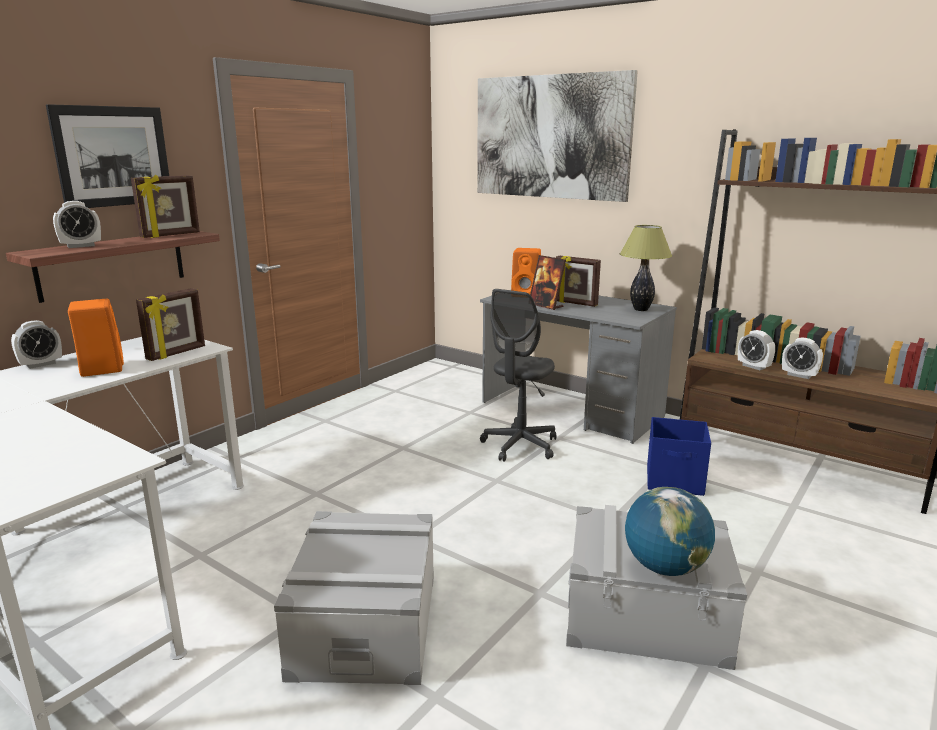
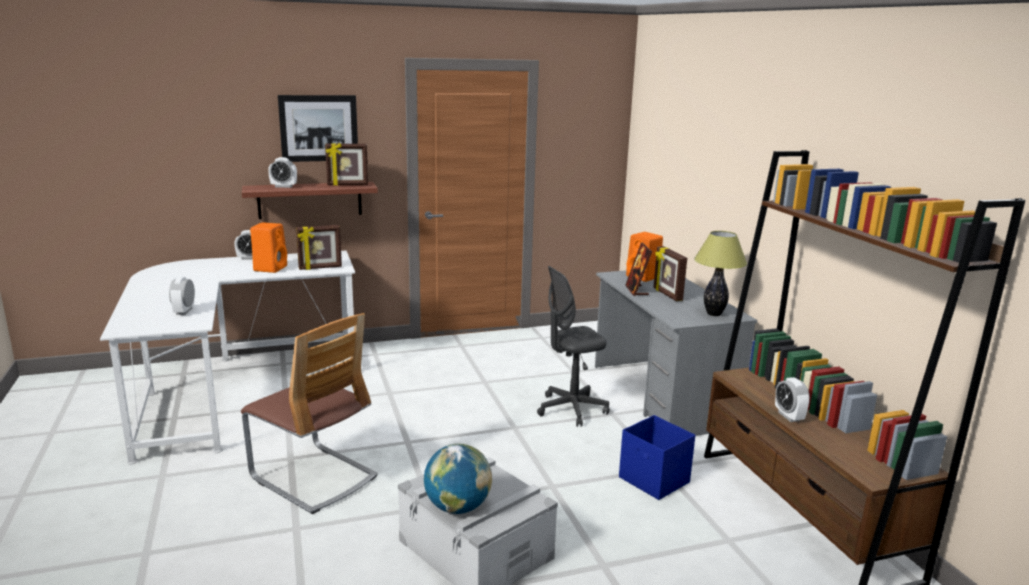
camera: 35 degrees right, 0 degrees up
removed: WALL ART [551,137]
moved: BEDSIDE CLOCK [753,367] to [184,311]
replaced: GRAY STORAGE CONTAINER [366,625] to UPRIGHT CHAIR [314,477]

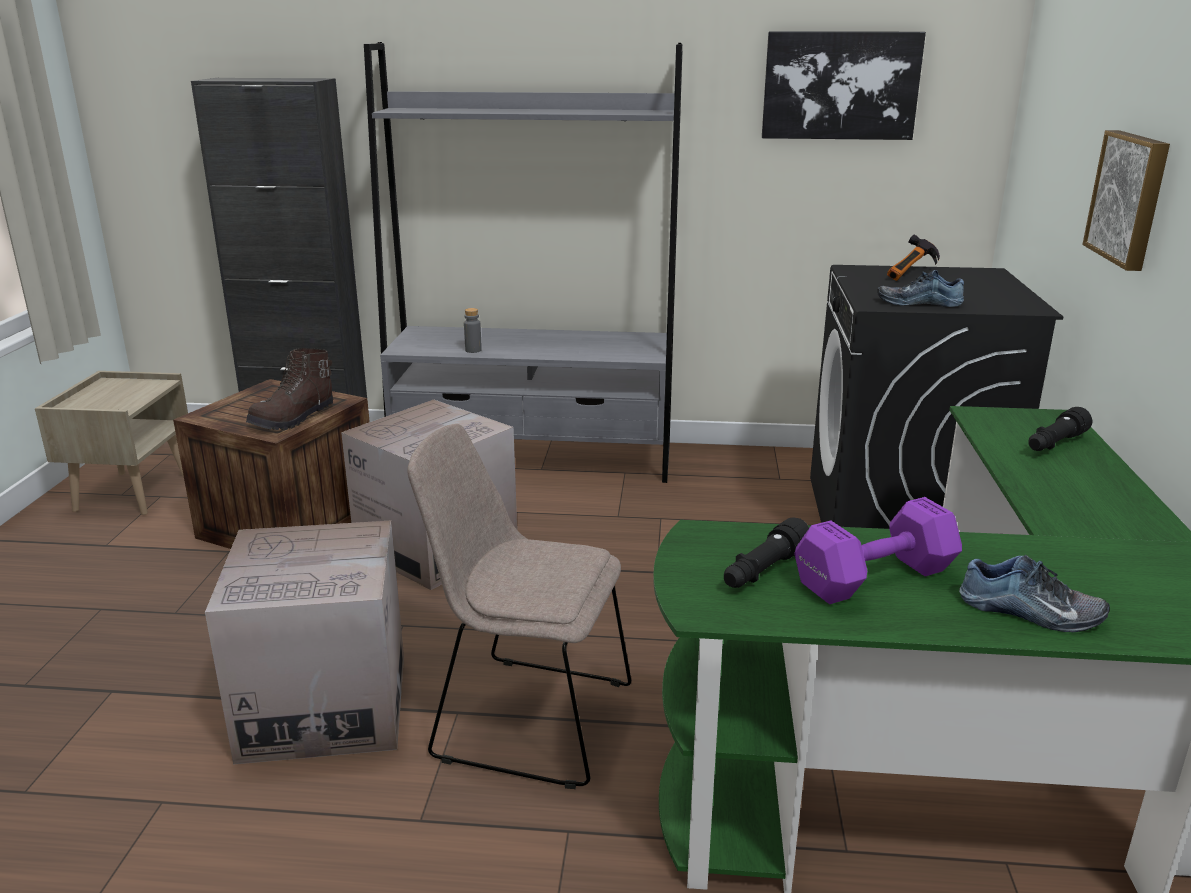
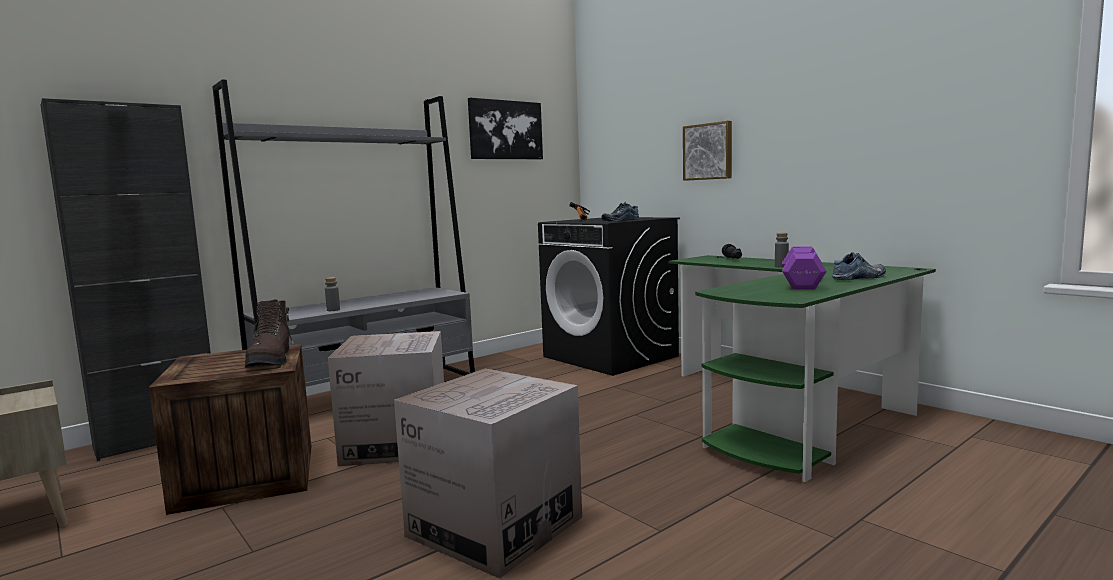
camera: 45 degrees left, 15 degrees down
removed: BEIGE UPRIGHT CHAIR [526,718]; BLACKISH FLASHLIGHT [764,570]
added: GRAY DRINK BOTTLE [781,266]

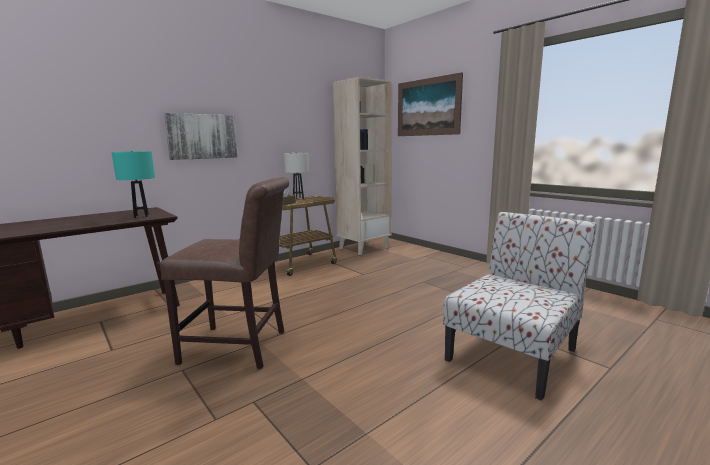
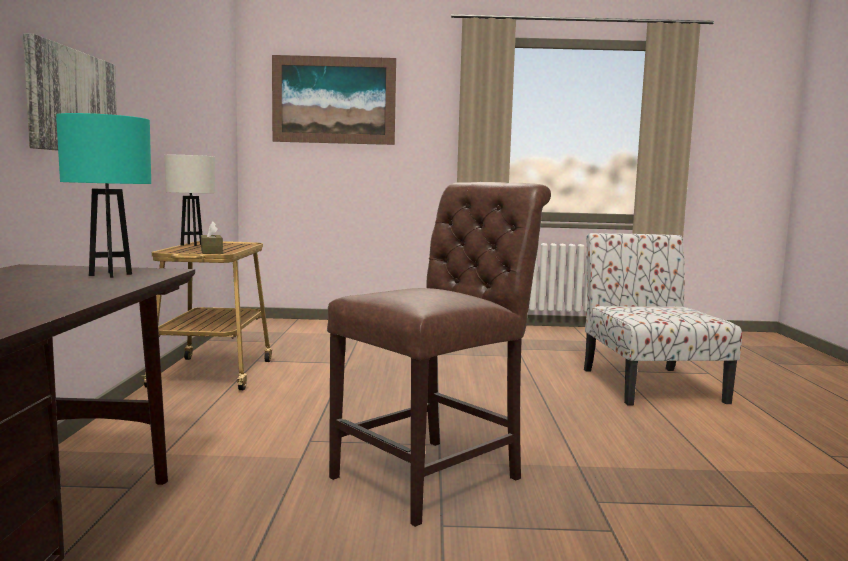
camera: 50 degrees left, 5 degrees down
removed: BEIGE BOOKCASE [364,247]

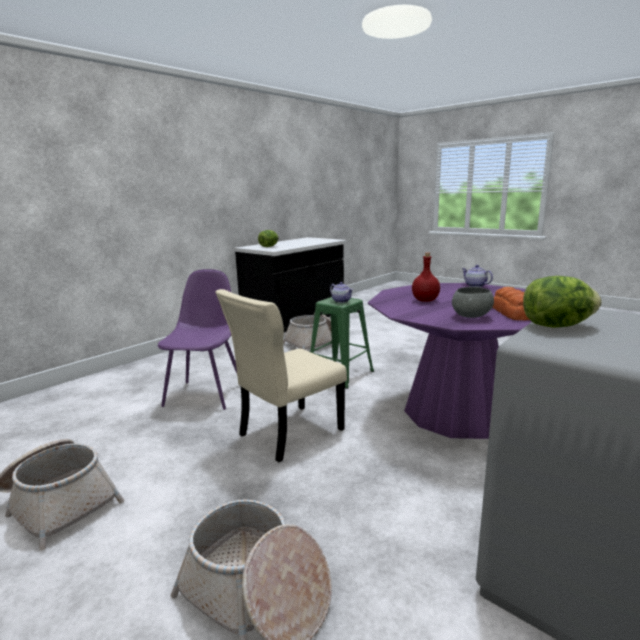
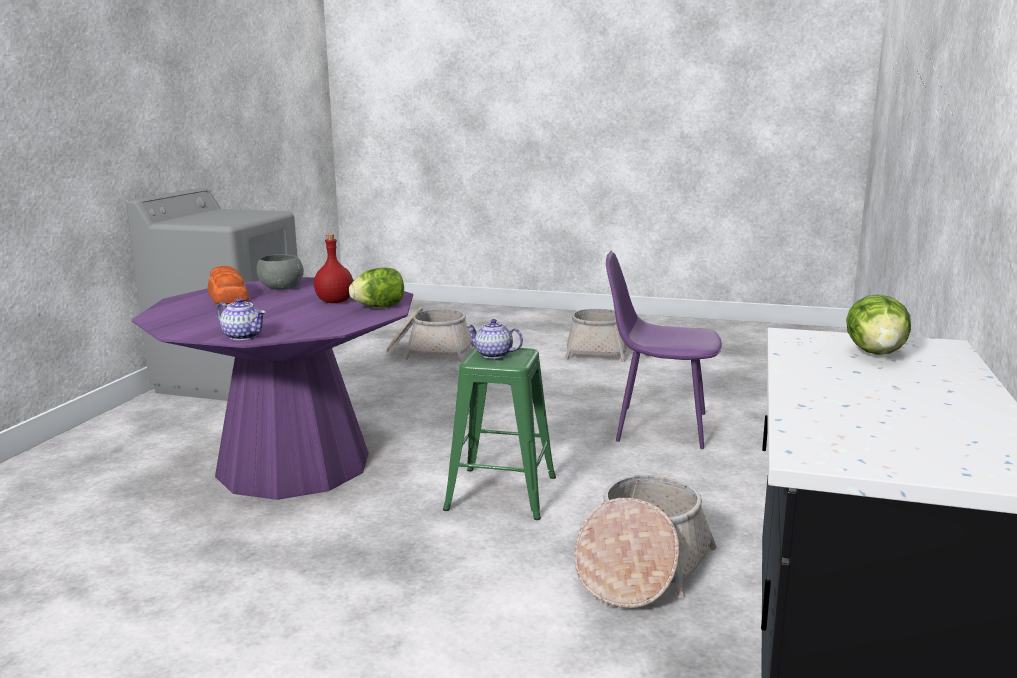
camera: 155 degrees right, 0 degrees up
removed: BEIGE UPRIGHT CHAIR [287,433]
moved: HEAD OF LETTUCE [556,326] to [379,307]
turned: PURPLE-COLOURED UPRIGHT CHAIR [205,394] = [658,427] 120 degrees clockwise

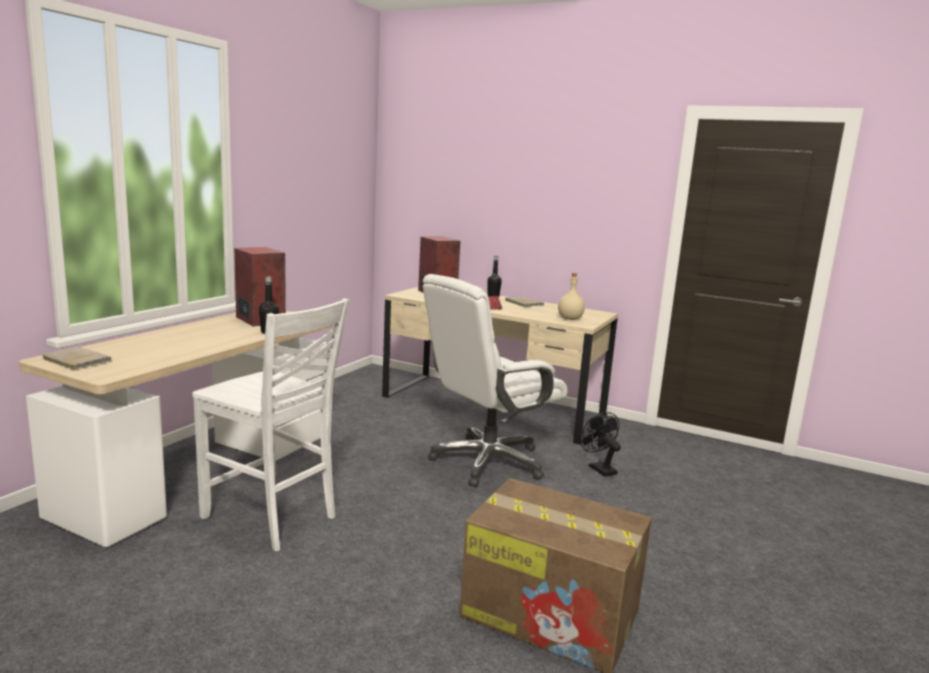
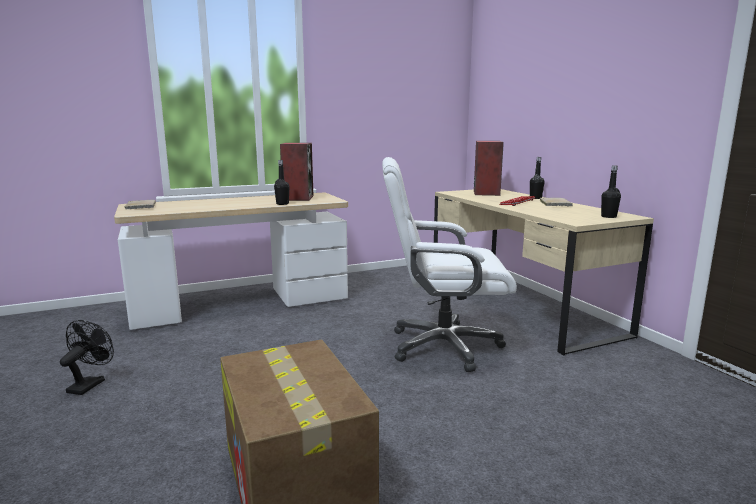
camera: 40 degrees right, 0 degrees up
removed: WHITE UPRIGHT CHAIR [272,518]; BEIGE DRINK BOTTLE [569,319]
added: BLACKISH DRINK BOTTLE [608,216]
moved: BLACKISH COOLING FAN [599,468] to [90,384]

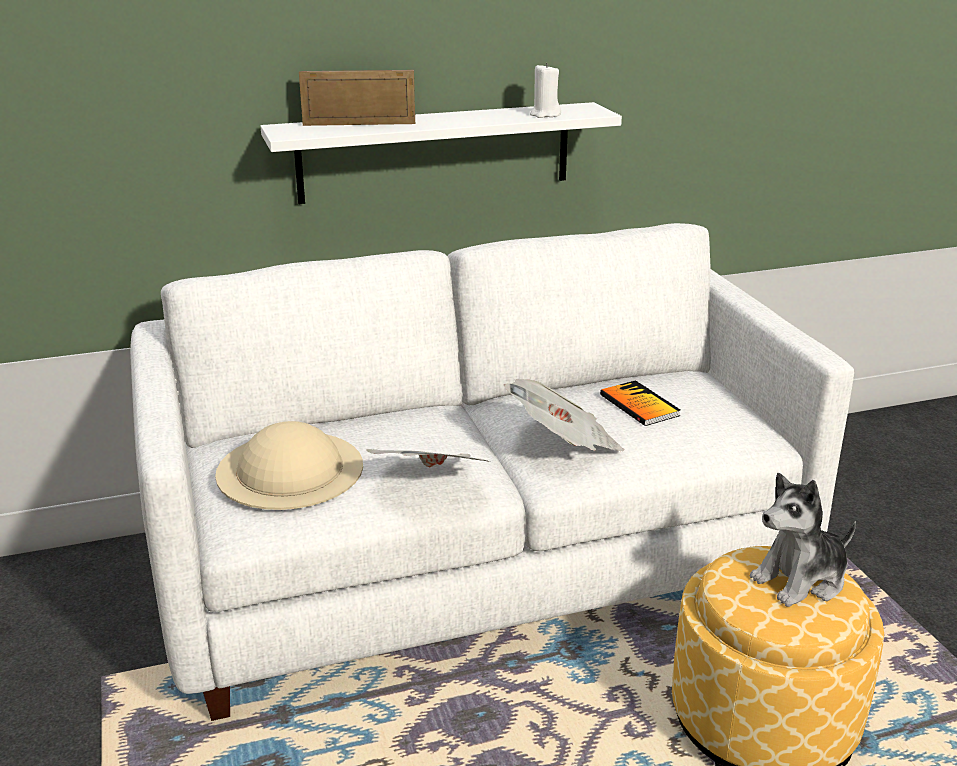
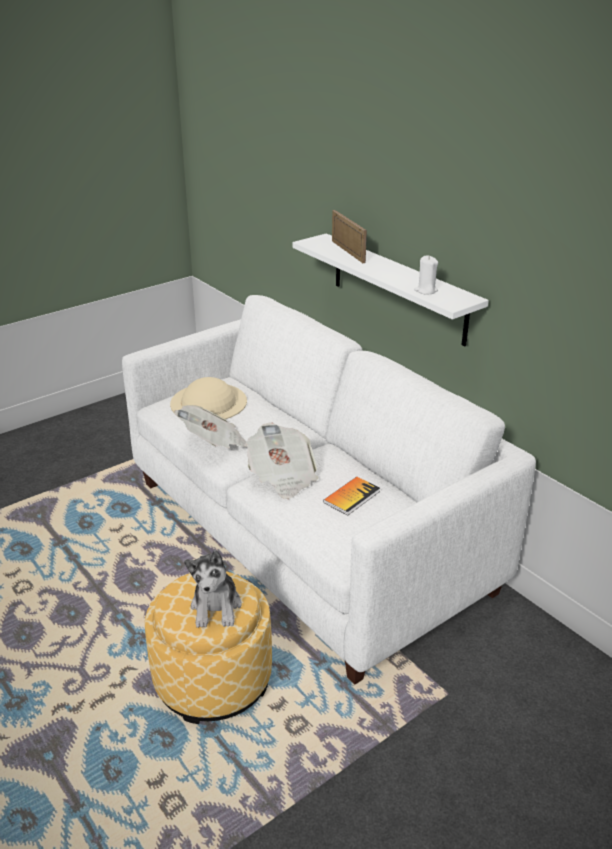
camera: 70 degrees right, 5 degrees up
turned: PLUSH TOY [801,580] = [216,607] 135 degrees counterclockwise

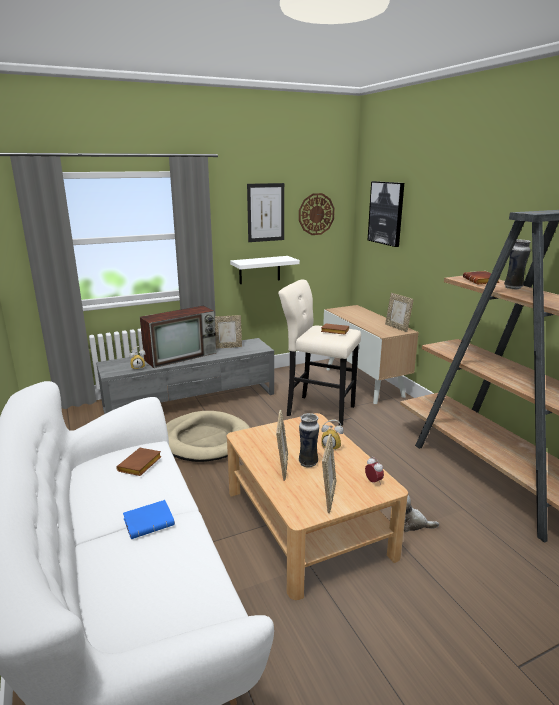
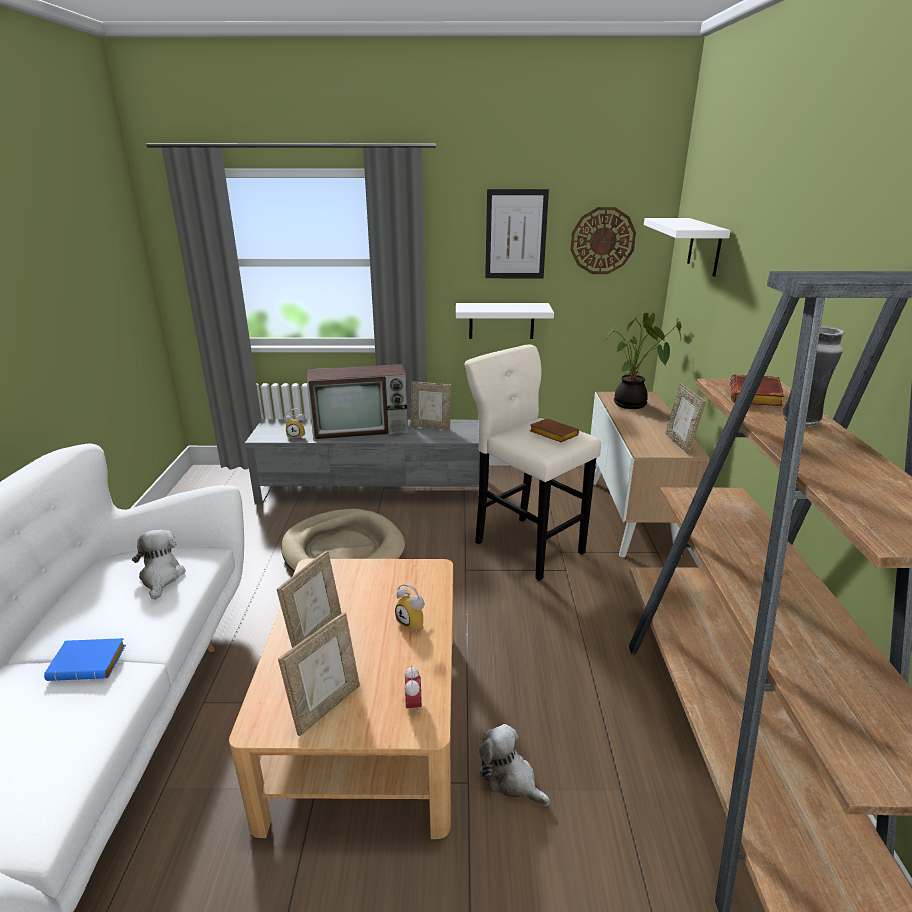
camera: 25 degrees right, 5 degrees up
removed: DECORATIVE VASE [308,462]
added: PLANT IN A POT [632,405]
replaced: BROWNISH VOLUME [140,466] to PLUSH TOY [161,577]; WALL ART [386,213] to WHITE SHELF [704,246]

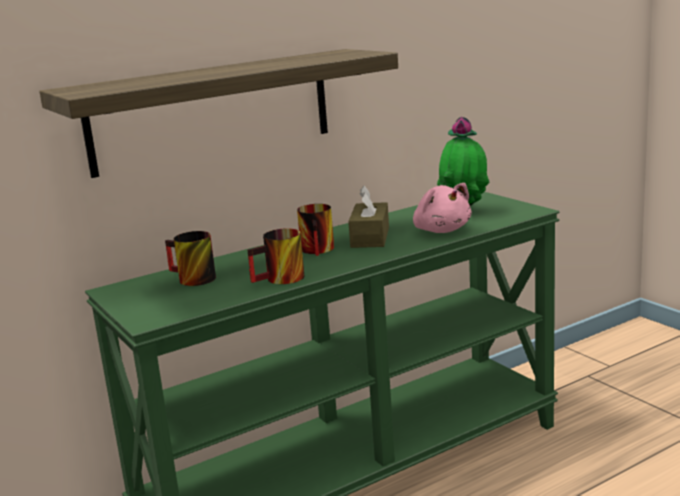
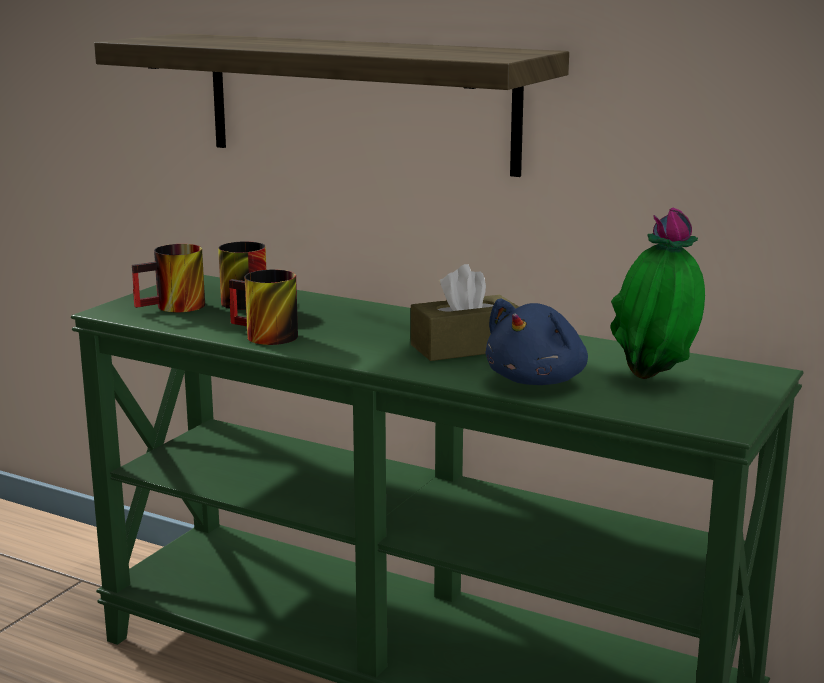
camera: 60 degrees right, 0 degrees up
moved: MUG [320,250] to [174,308]
recoloured: PINK PLUSH TOY [441,230] to BLUE PLUSH TOY [538,380]

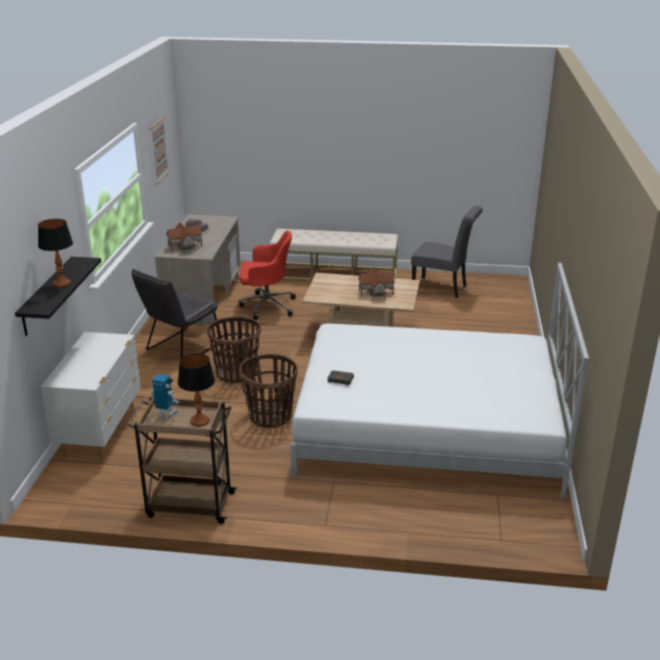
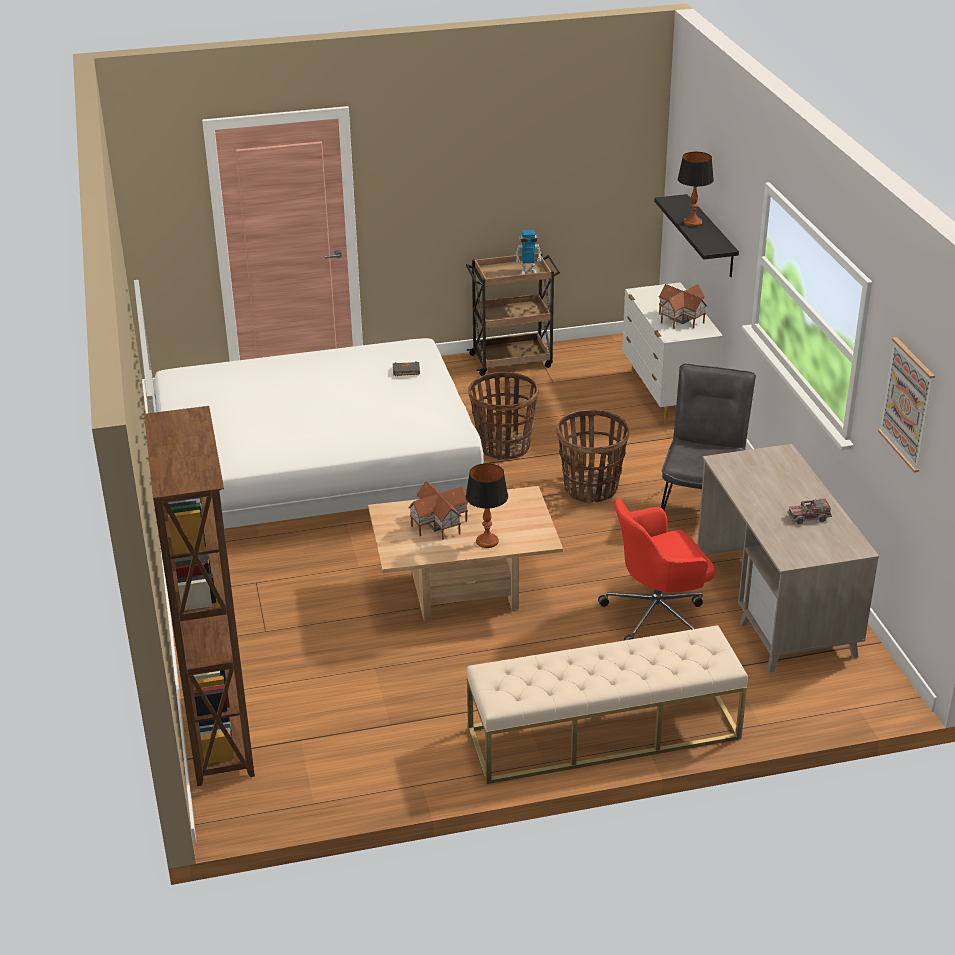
camera: 160 degrees right, 5 degrees up
removed: GRAY UPRIGHT CHAIR [443,288]
added: BROWNISH BOOKCASE [221,734]
moved: TABLE LAMP [200,421] to [487,541]; TOY HOUSE [184,247] to [682,318]

